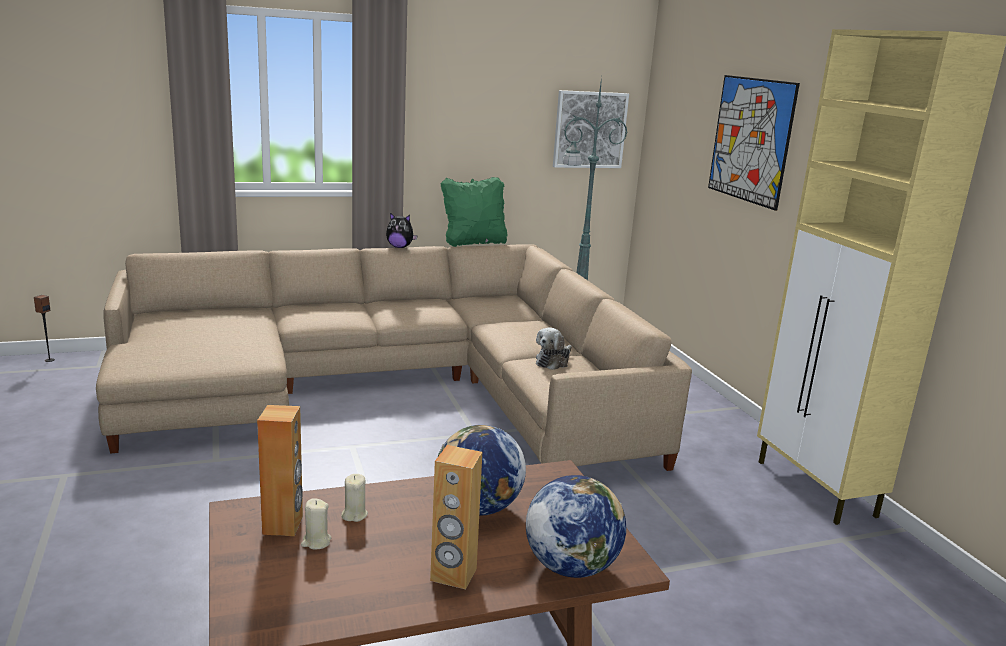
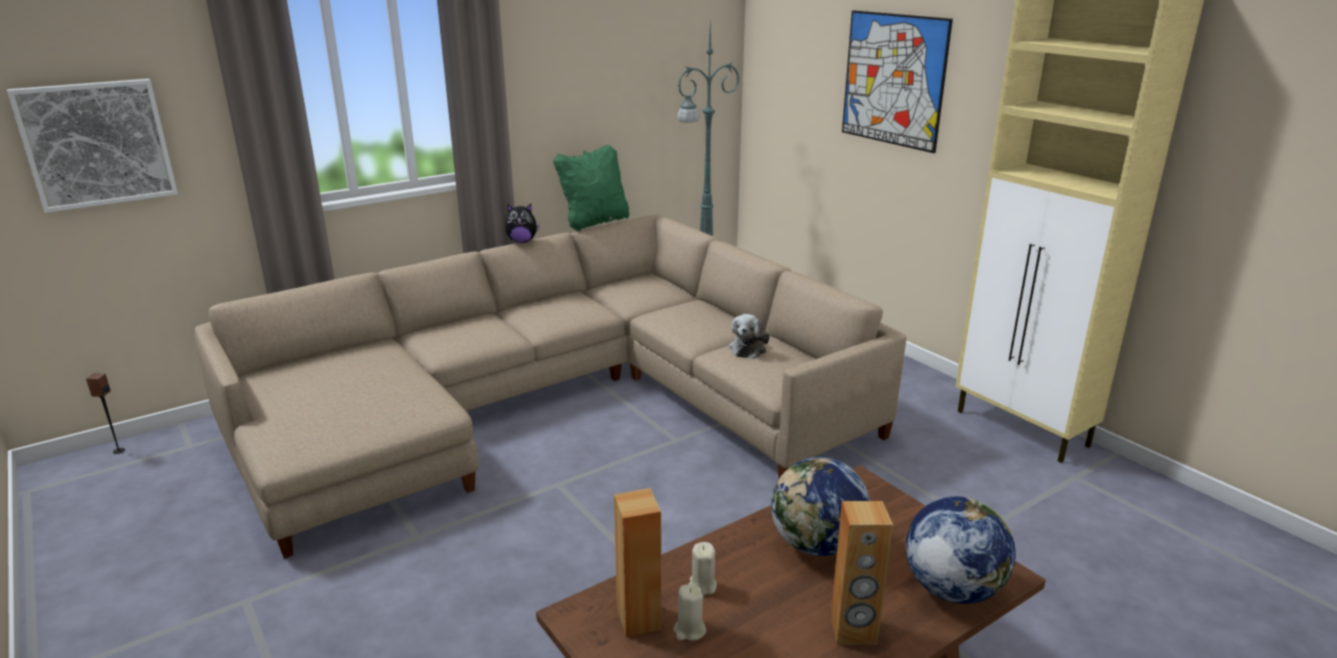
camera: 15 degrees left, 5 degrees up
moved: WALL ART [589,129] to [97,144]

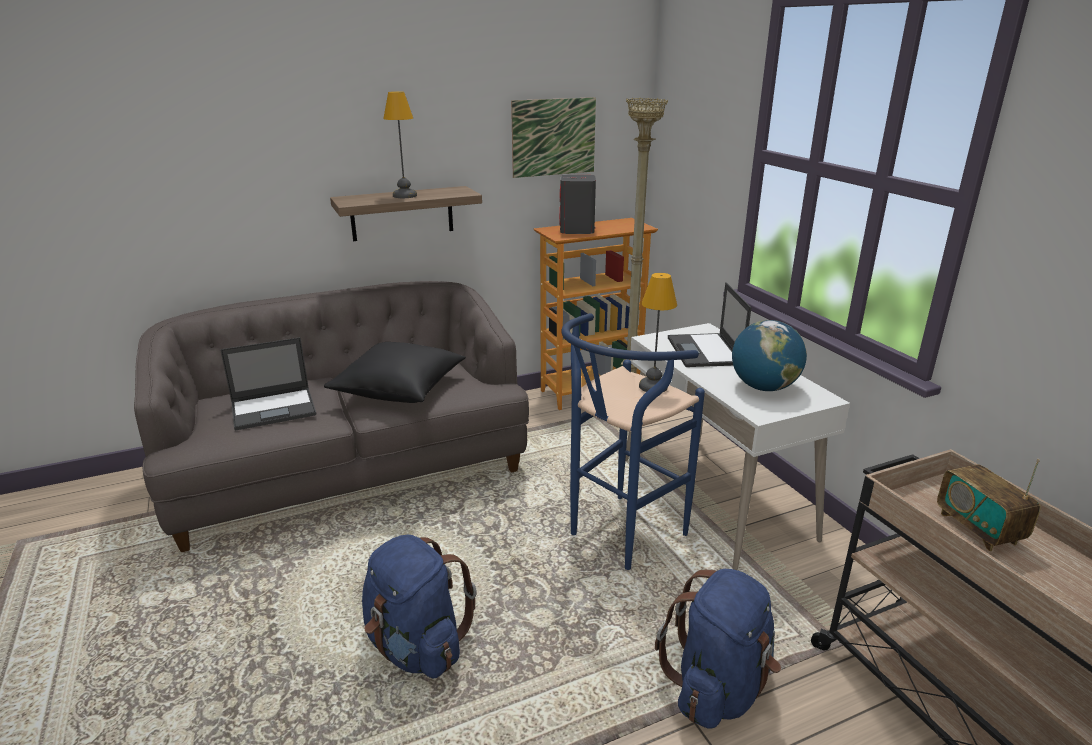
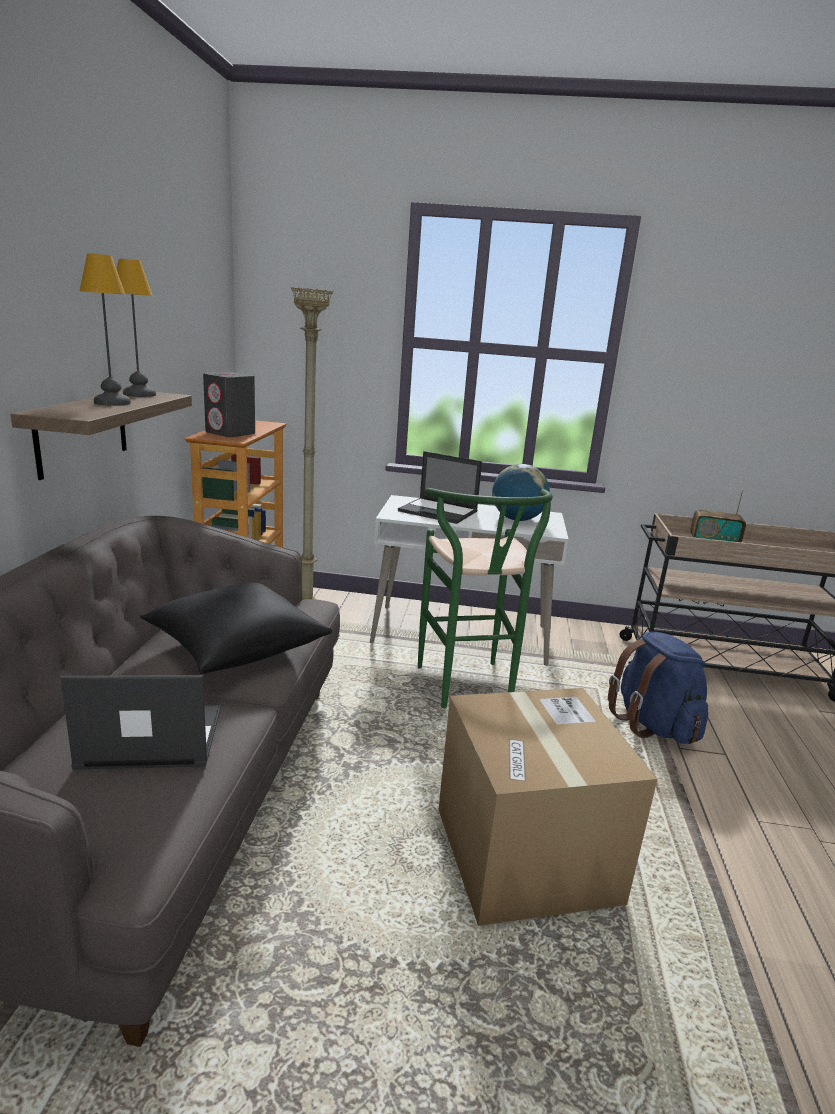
camera: 60 degrees left, 5 degrees down
removed: WALL ART [553,137]
moved: TABLE LAMP [652,386] to [138,394]
replaced: BLUE KNAPSACK [416,647] to CARDBOARD BOX [525,855]
recoloured: BLUE STOOL [618,538] to GREENISH STOOL [468,690]
turned: PORTABLE COMPUTER [274,408] = [150,738] 105 degrees counterclockwise

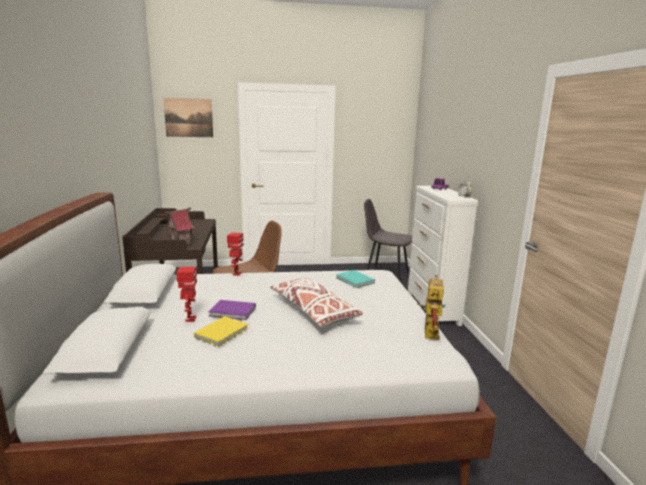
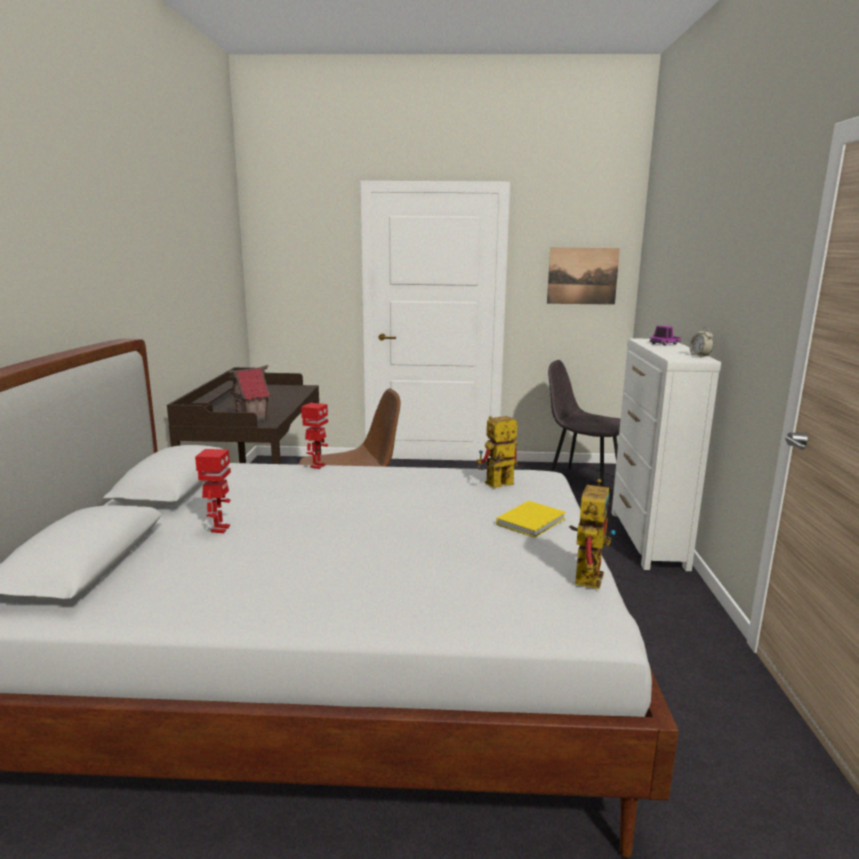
camera: 10 degrees right, 0 degrees up
removed: PURPLE-COLOURED VOLUME [233,312]; WHITE CUSHION [314,311]
moved: YELLOWISH VOLUME [223,332] to [533,521]; WALL ART [188,117] to [582,276]
replaced: TURQUOISE VOLUME [355,281] to MODEL ROBOT [495,485]

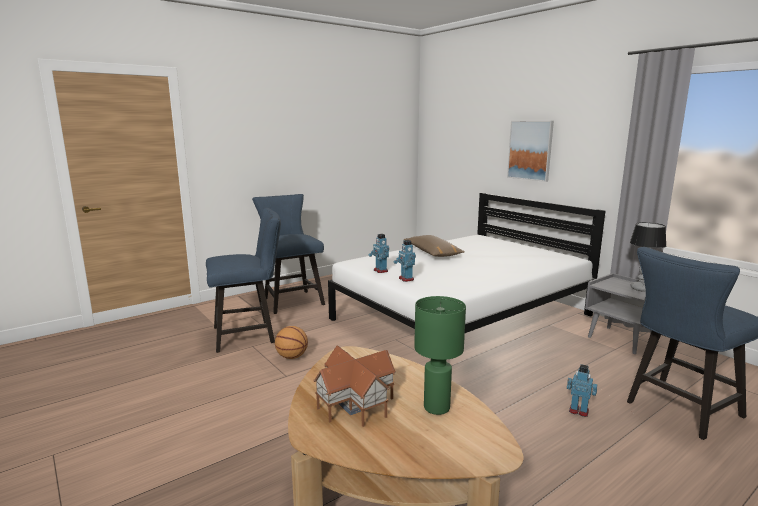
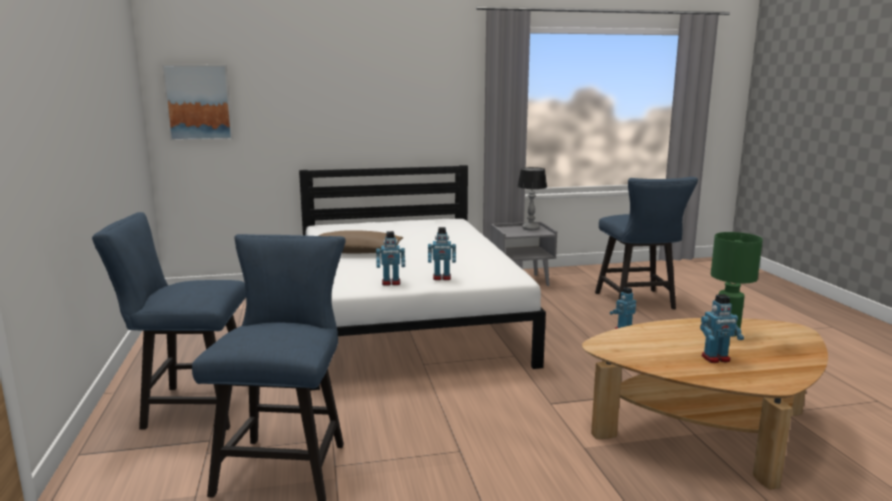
camera: 65 degrees left, 0 degrees up
removed: BALL FOR BASKETBALL [292,357]
moved: WALL ART [530,150] to [198,102]
replaced: TOY HOUSE [357,404] to MODEL ROBOT [716,358]

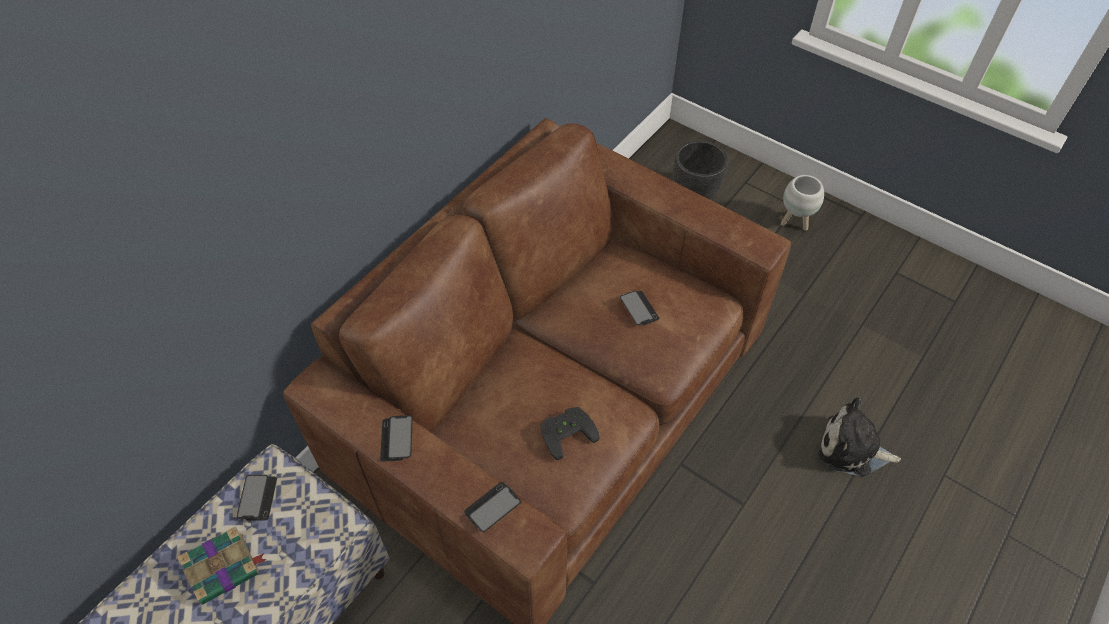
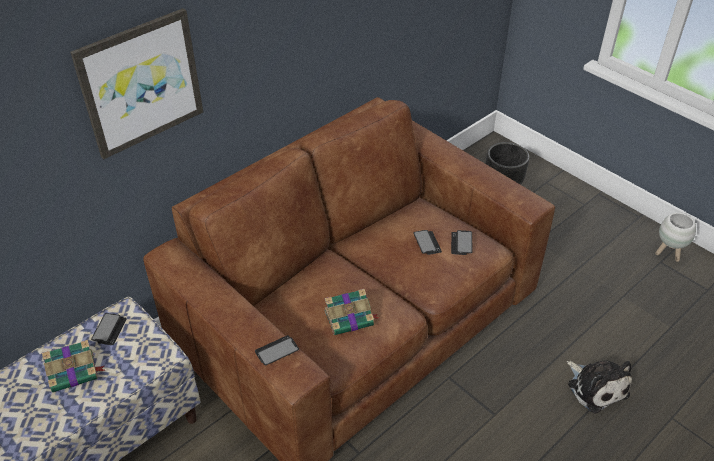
camera: 10 degrees right, 10 degrees down
added: WALL ART [140,83]
moved: PHONE [396,439] to [461,243]; WHITE PLANTER [795,222] to [668,254]
replaced: BLACKISH GAME CONTROLLER [566,431] to VOLUME [350,318]
turned: PLUSH TOY [852,449] = [596,387] 150 degrees counterclockwise

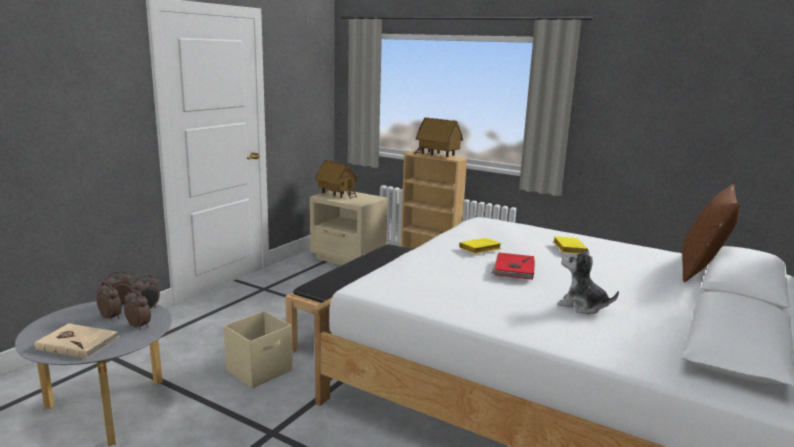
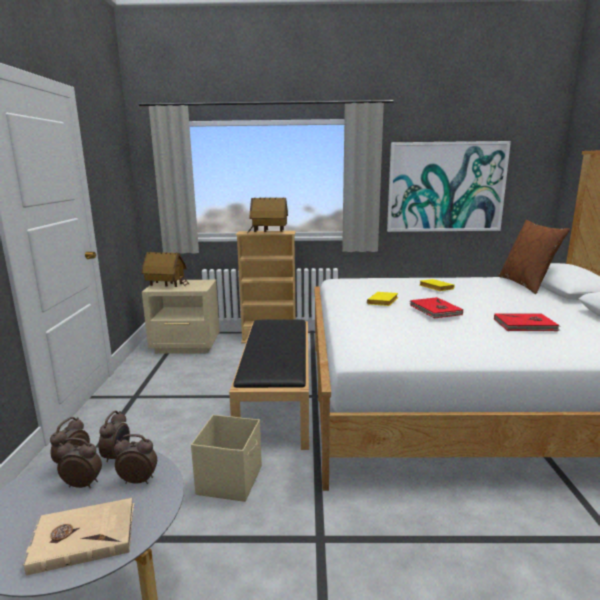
camera: 30 degrees left, 0 degrees up
added: WALL ART [445,187]
replaced: PLUSH TOY [582,306] to RED VOLUME [525,325]

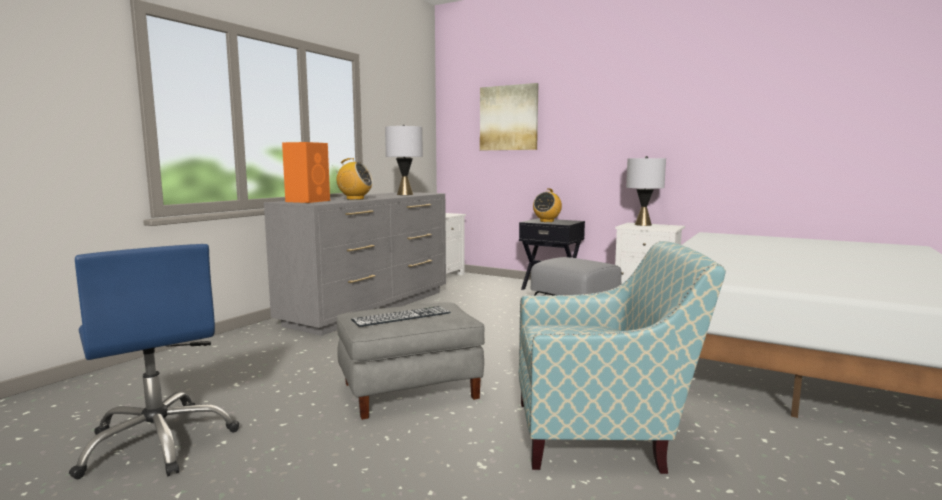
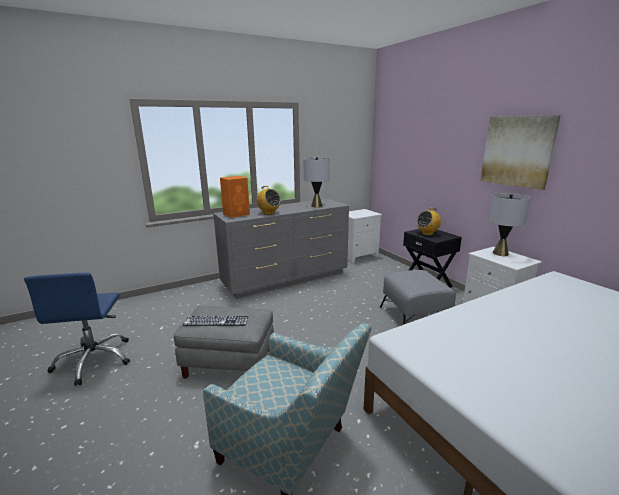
camera: 30 degrees right, 10 degrees up
moved: WALL ART [509,118] to [517,151]

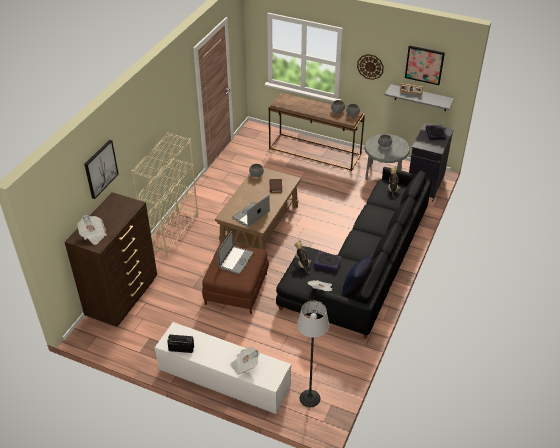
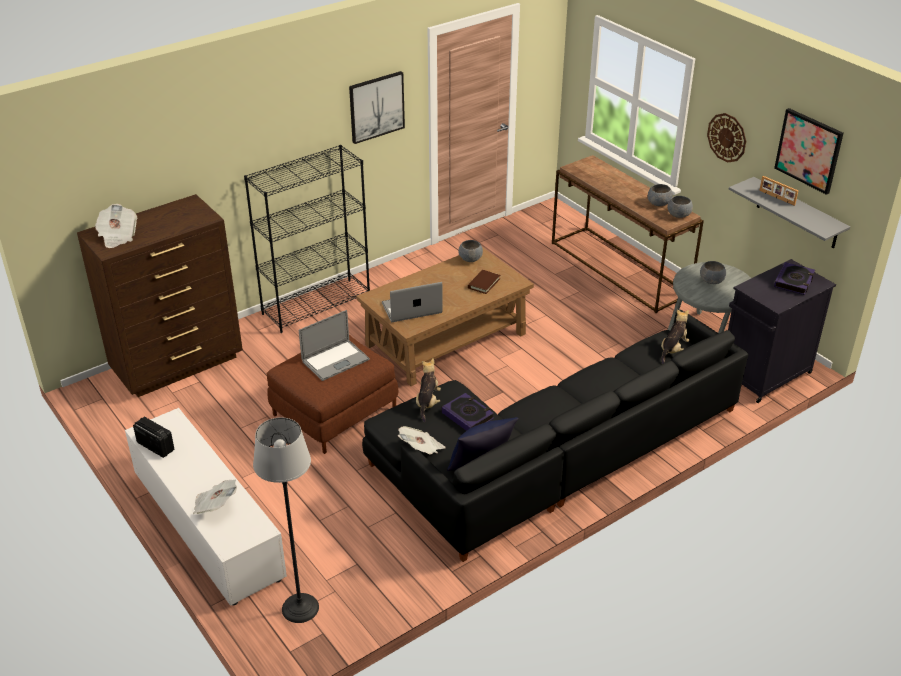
camera: 30 degrees right, 5 degrees down
moved: WALL ART [100,168] to [376,106]
recoloured: BEIGE BOOKCASE [172,231] to BLACKISH BOOKCASE [316,305]

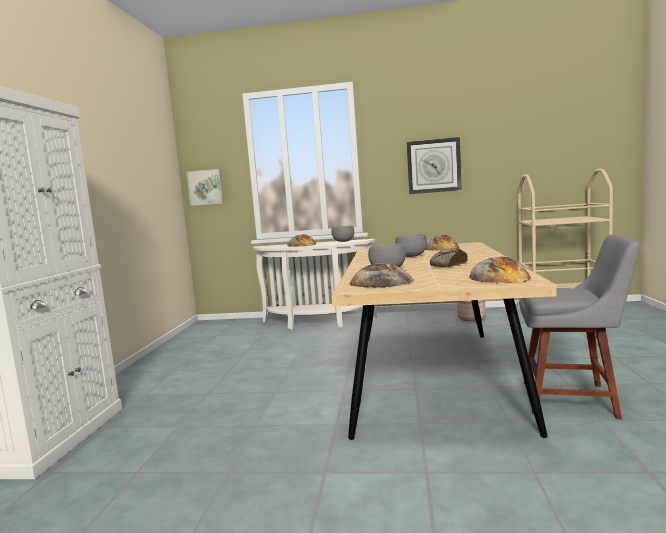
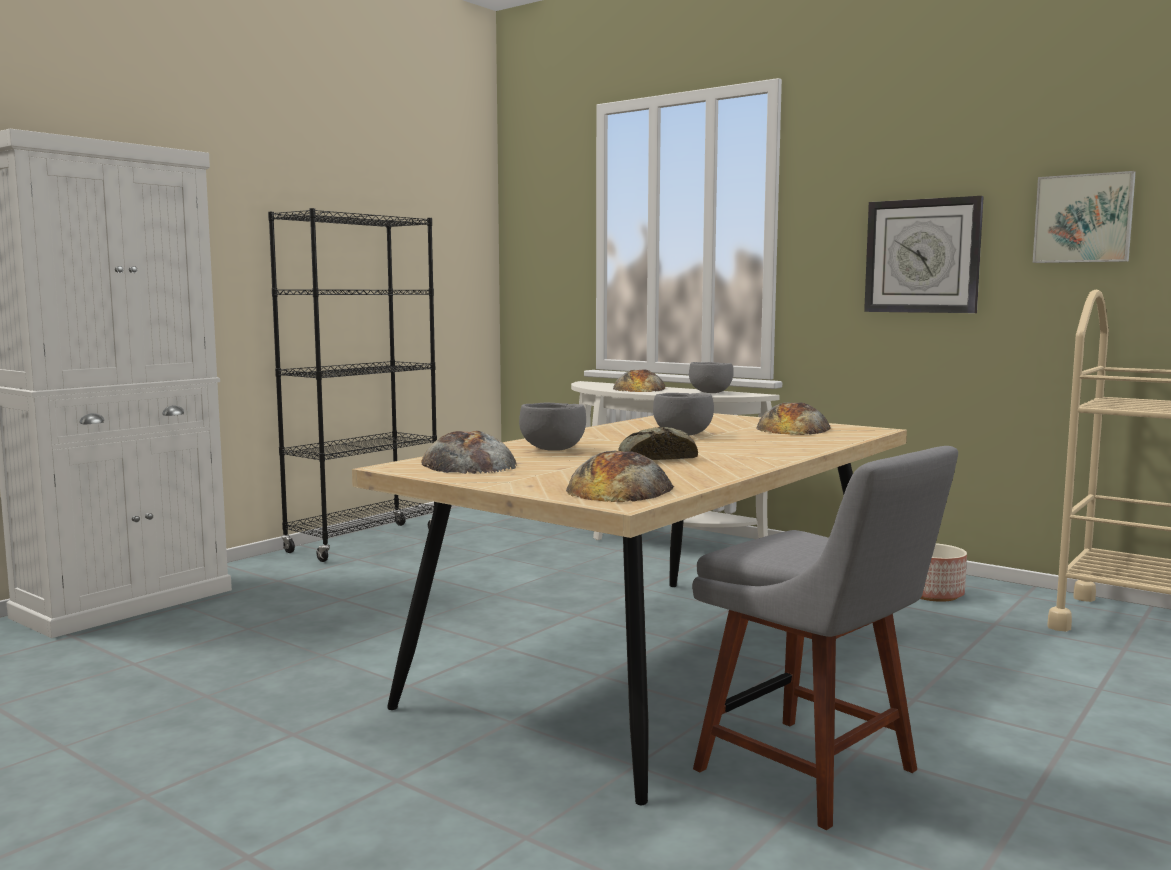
camera: 30 degrees right, 0 degrees up
added: BLACKISH BOOKCASE [364,542]
moved: WALL ART [206,187] to [1083,218]

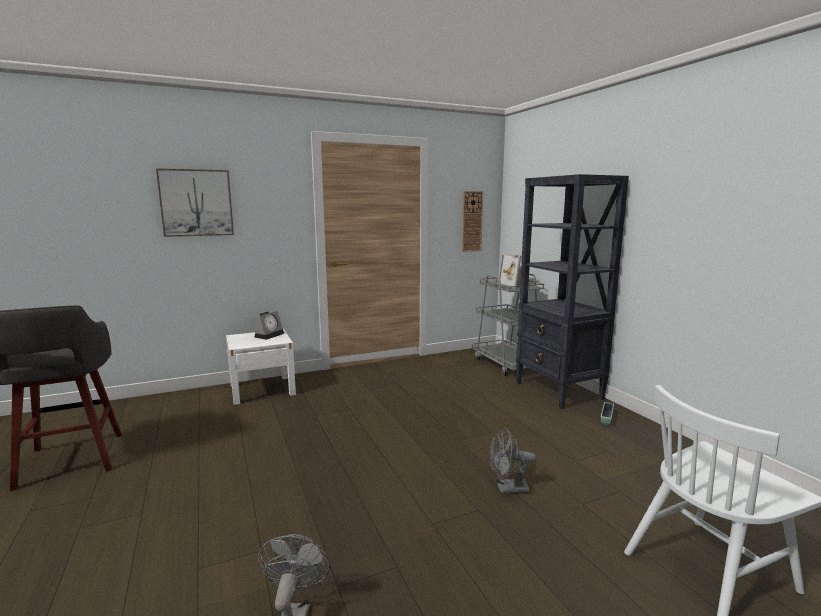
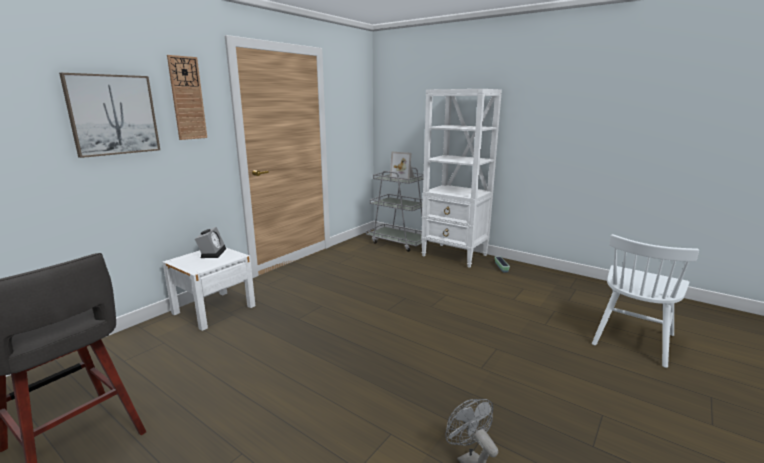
camera: 30 degrees left, 5 degrees up
removed: GRAY COOLING FAN [507,489]
moved: HANGING CLOCK [472,221] to [187,98]
recoloured: BLACKISH BOOKCASE [558,391] to WHITE BOOKCASE [455,255]

